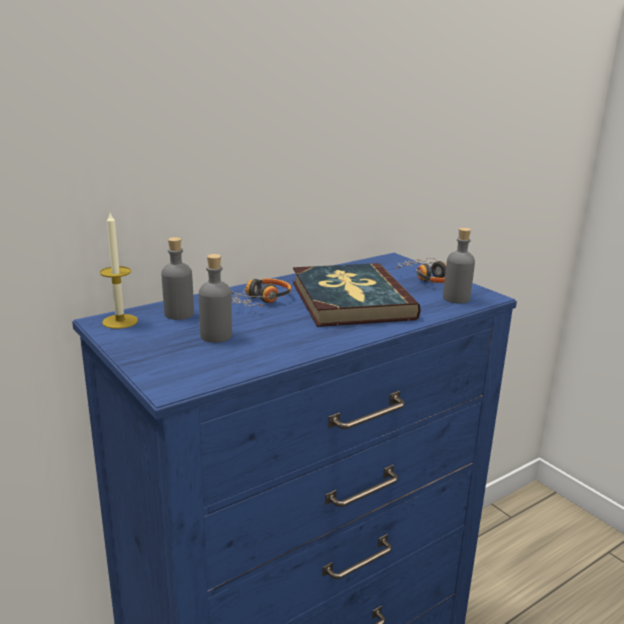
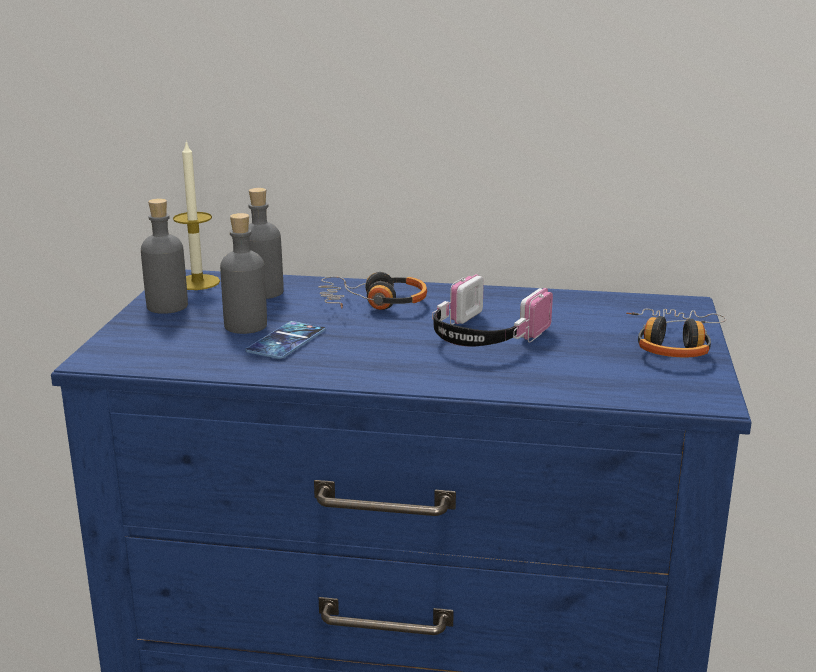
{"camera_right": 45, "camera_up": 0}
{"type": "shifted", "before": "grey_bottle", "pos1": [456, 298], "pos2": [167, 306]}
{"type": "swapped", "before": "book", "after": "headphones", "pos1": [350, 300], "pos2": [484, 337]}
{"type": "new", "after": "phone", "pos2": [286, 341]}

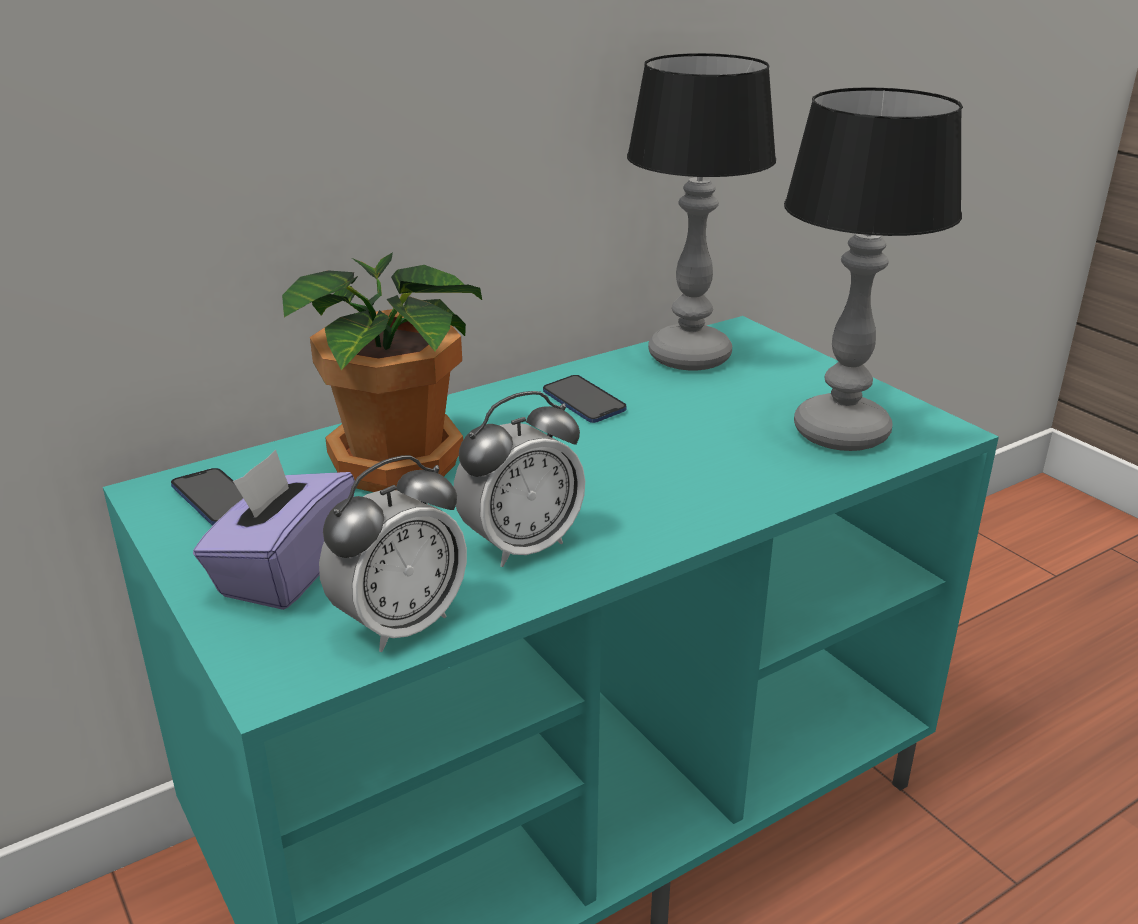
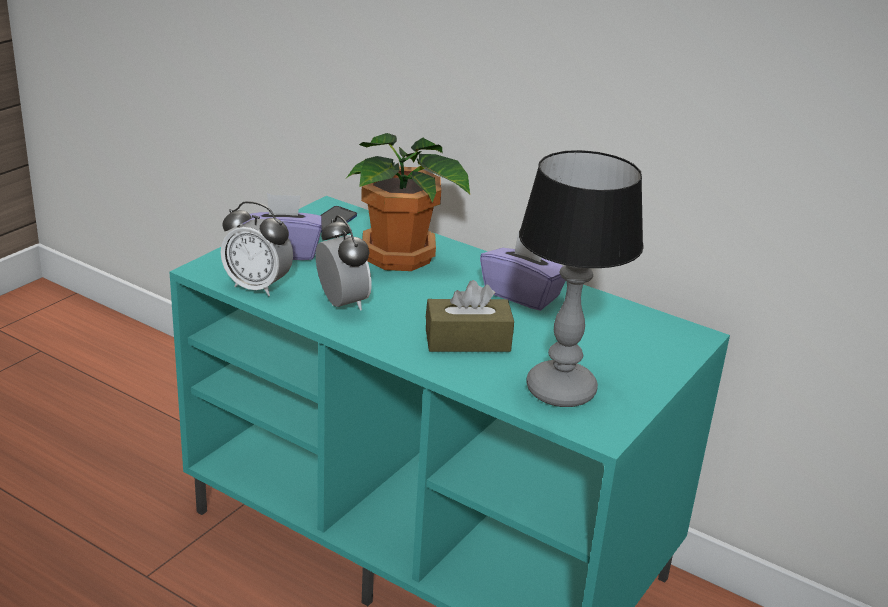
{"camera_right": 65, "camera_up": 0}
{"type": "gone", "before": "table_lamp", "pos1": [689, 356]}
{"type": "swapped", "before": "phone", "after": "purple_tissue_box", "pos1": [583, 401], "pos2": [522, 295]}
{"type": "rotated", "before": "alarm_clock", "pos1": [521, 546], "pos2": [342, 303], "turn": -150}
{"type": "new", "after": "brown_tissue_box", "pos2": [467, 340]}

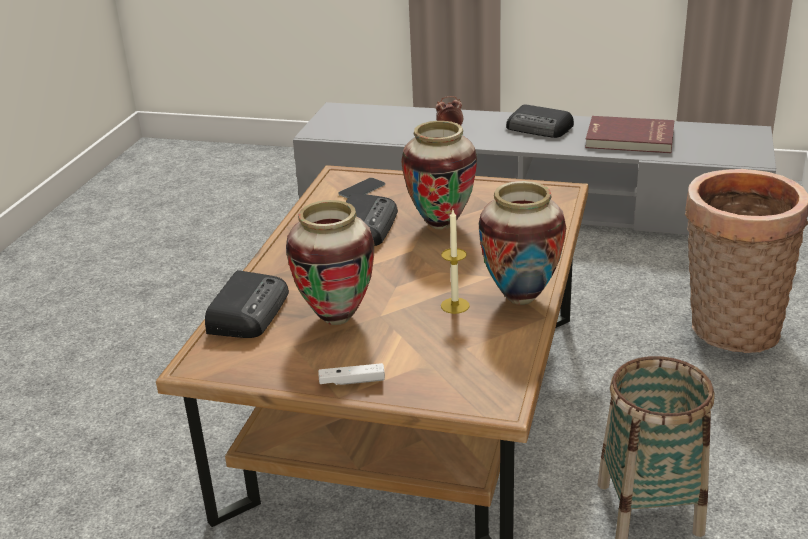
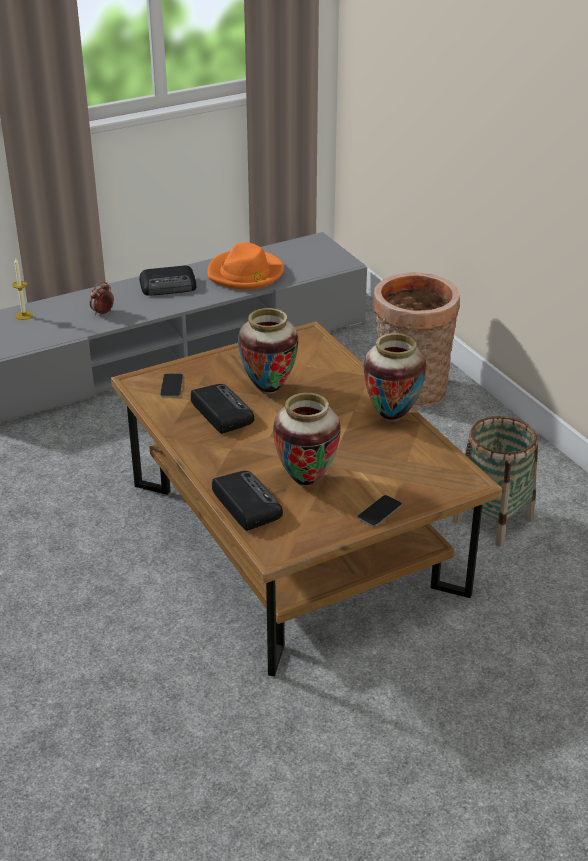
{"camera_right": -45, "camera_up": 5}
{"type": "swapped", "before": "red_book", "after": "orange_hat", "pos1": [629, 139], "pos2": [245, 273]}
{"type": "shifted", "before": "candle", "pos1": [455, 305], "pos2": [24, 315]}
{"type": "swapped", "before": "white_game_controller", "after": "phone", "pos1": [352, 381], "pos2": [379, 511]}

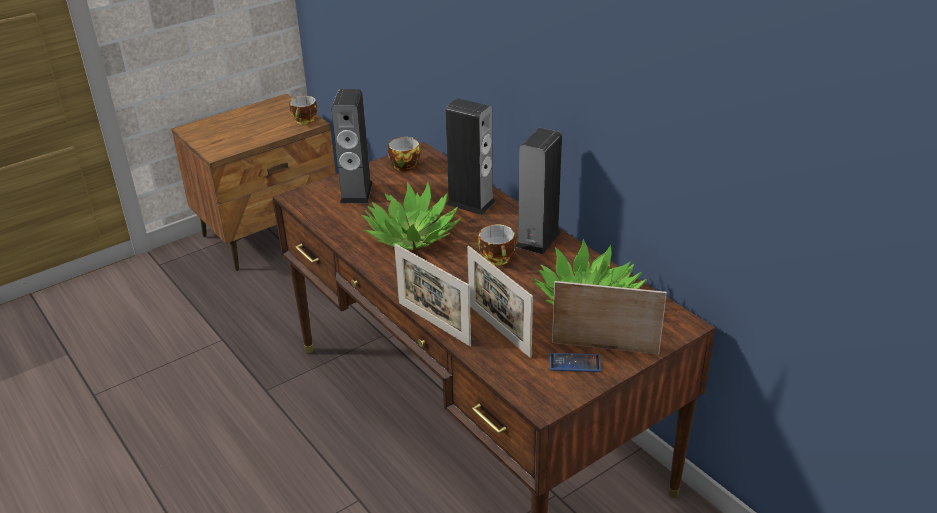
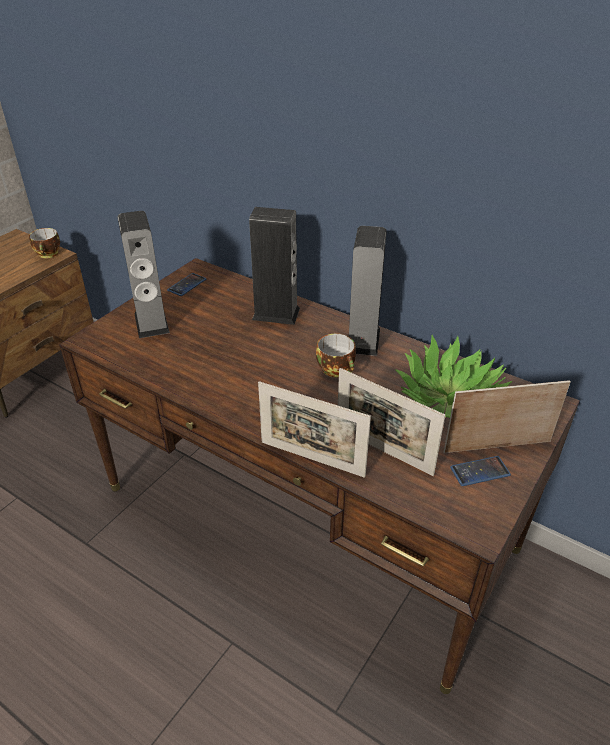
{"camera_right": -20, "camera_up": 5}
{"type": "swapped", "before": "cup", "after": "phone", "pos1": [403, 165], "pos2": [187, 285]}
{"type": "gone", "before": "potted_plant", "pos1": [411, 235]}

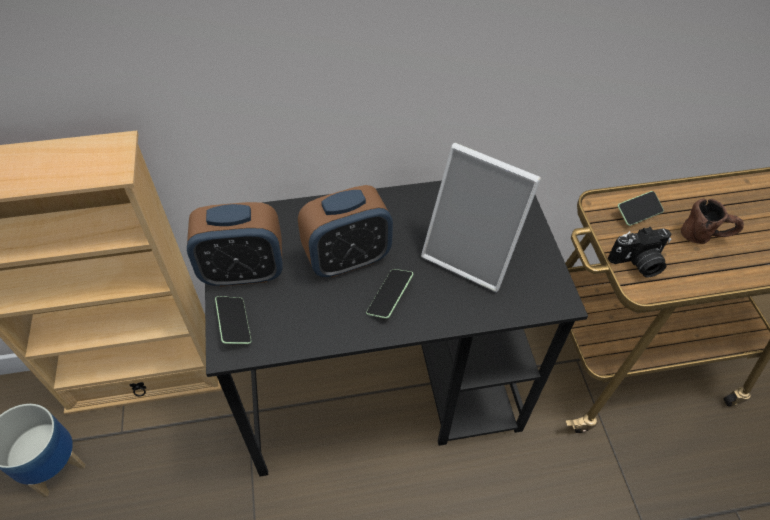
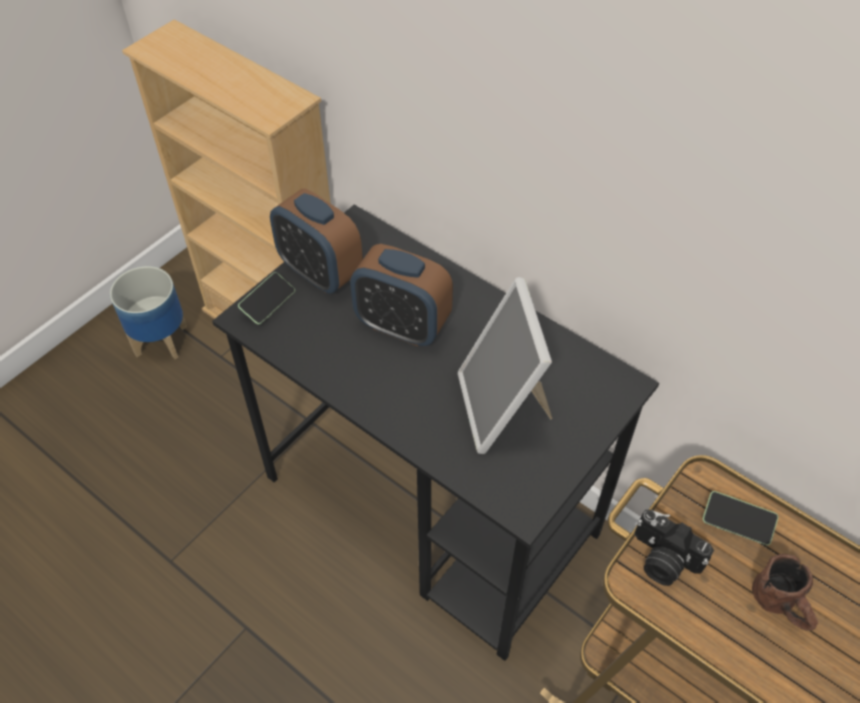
{"camera_right": 50, "camera_up": 0}
{"type": "gone", "before": "phone", "pos1": [389, 298]}

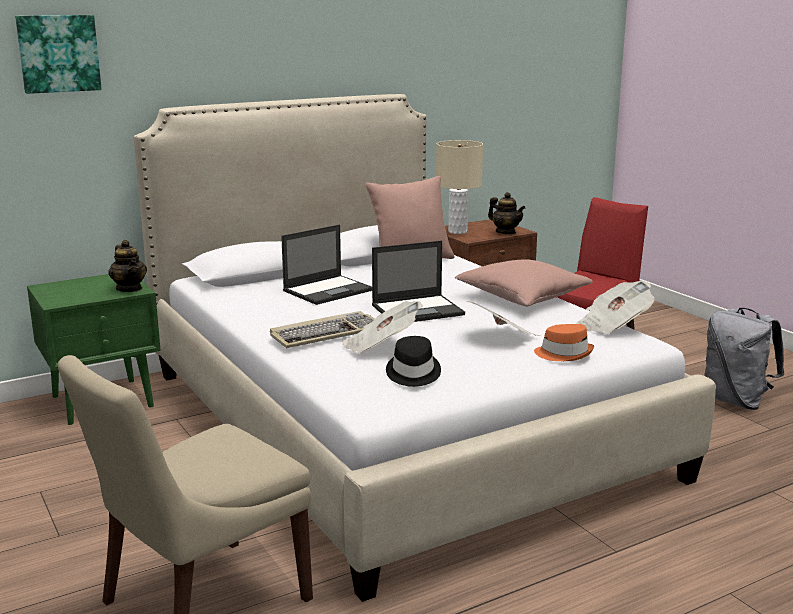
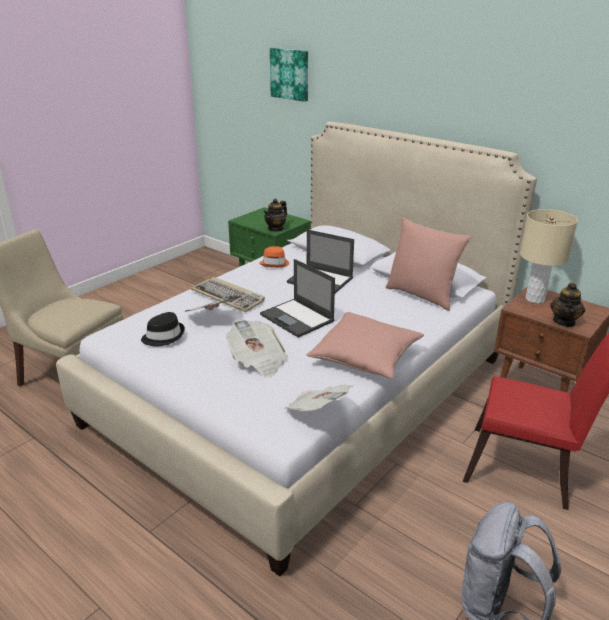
{"camera_right": 70, "camera_up": 10}
{"type": "shifted", "before": "orange_hat", "pos1": [564, 353], "pos2": [275, 263]}

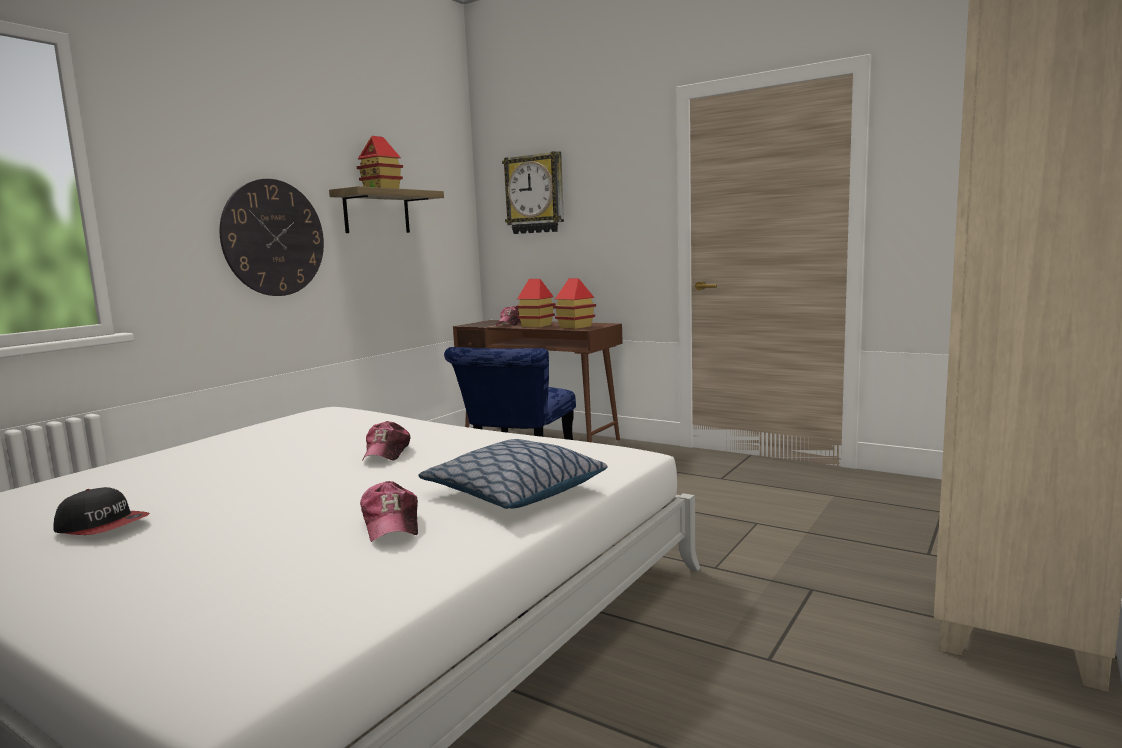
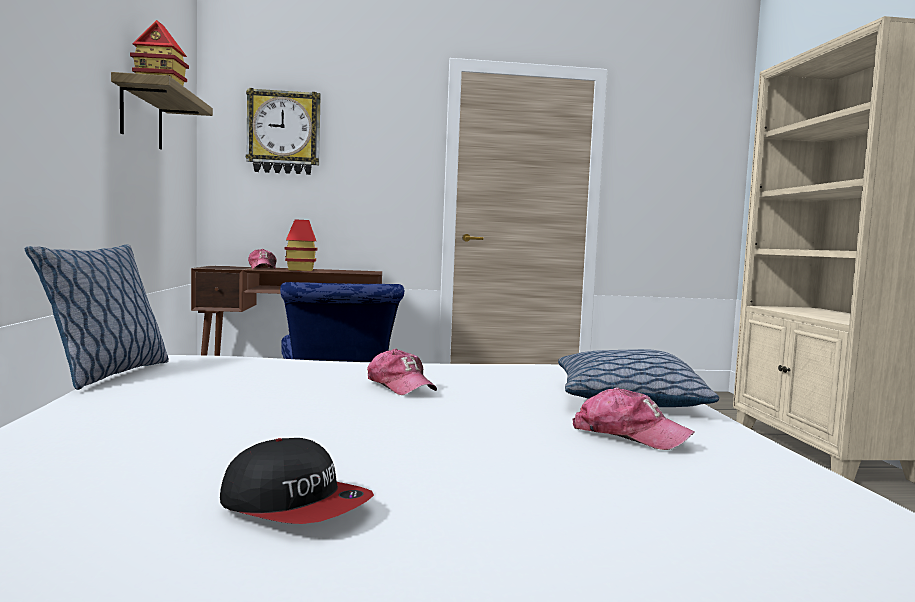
{"camera_right": -40, "camera_up": -5}
{"type": "gone", "before": "wall_clock", "pos1": [273, 238]}
{"type": "gone", "before": "toy_house", "pos1": [575, 327]}
{"type": "rotated", "before": "cap", "pos1": [102, 526], "pos2": [296, 504], "turn": 45}
{"type": "new", "after": "pillow", "pos2": [107, 374]}

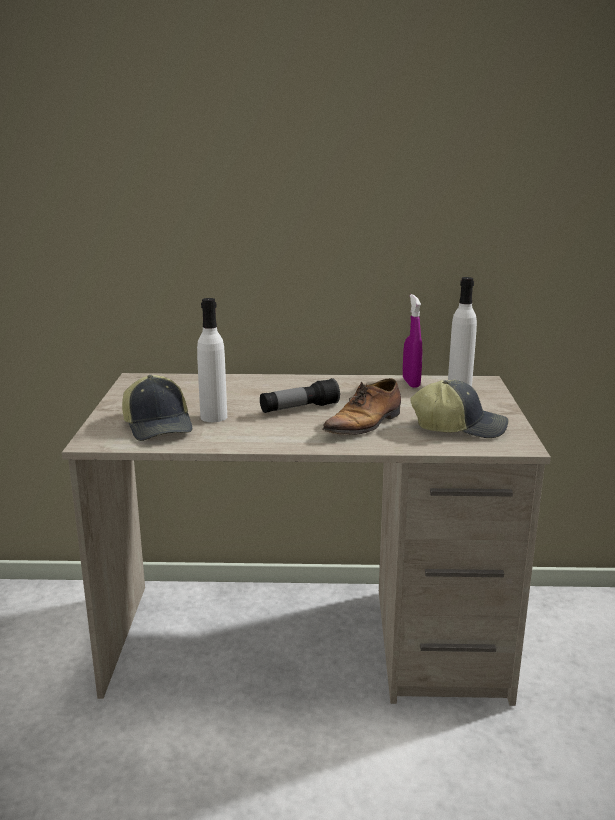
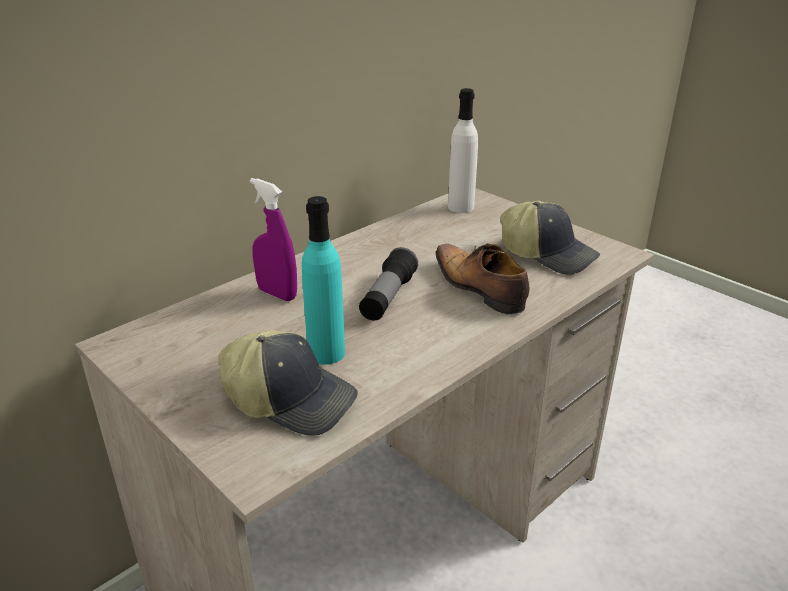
{"camera_right": -45, "camera_up": 10}
{"type": "shifted", "before": "purple_spray_bottle", "pos1": [411, 383], "pos2": [277, 294]}
{"type": "repainted", "before": "white_bottle", "after": "turquoise_bottle", "pos1": [213, 417], "pos2": [326, 353]}
{"type": "rotated", "before": "shoe", "pos1": [365, 424], "pos2": [478, 288], "turn": 150}
{"type": "rotated", "before": "cap", "pos1": [459, 427], "pos2": [548, 254], "turn": 75}

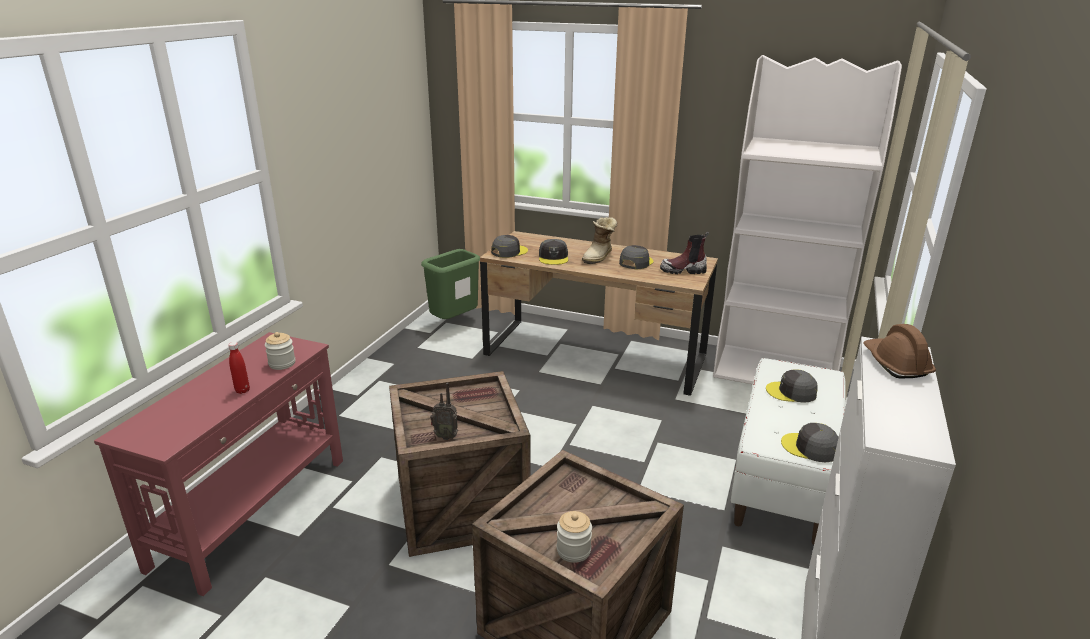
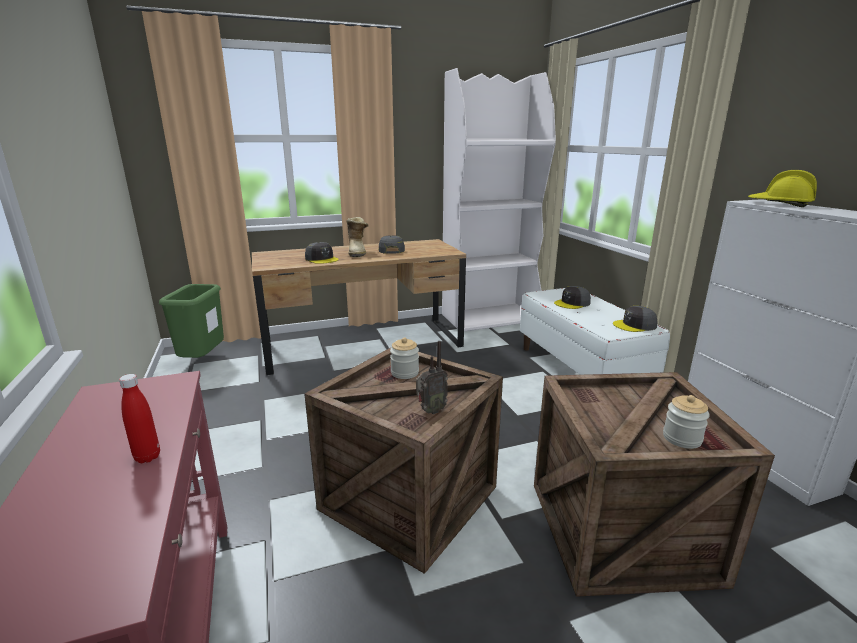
{"camera_right": -40, "camera_up": -5}
{"type": "gone", "before": "boot", "pos1": [683, 270]}
{"type": "gone", "before": "grey_cap", "pos1": [509, 251]}
{"type": "repainted", "before": "brown_hard_hat", "after": "yellow_hard_hat", "pos1": [895, 364], "pos2": [779, 204]}
{"type": "shifted", "before": "jar", "pos1": [282, 363], "pos2": [405, 373]}

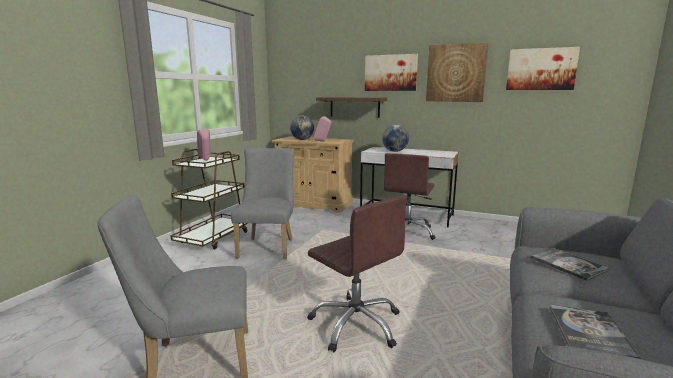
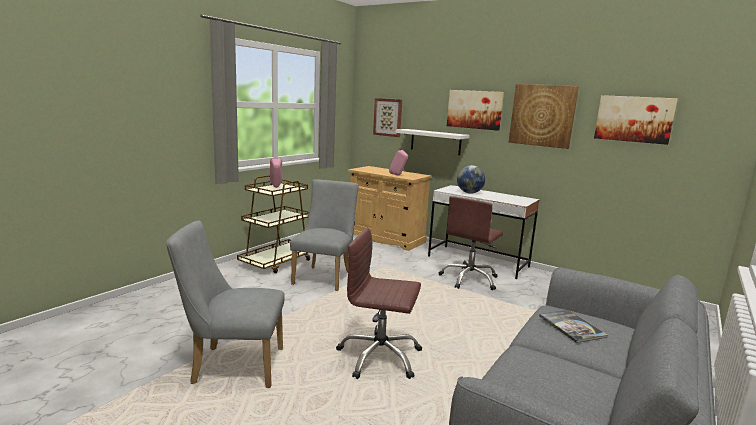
{"camera_right": 10, "camera_up": 0}
{"type": "repainted", "before": "brown_shelf", "after": "white_shelf", "pos1": [354, 107], "pos2": [435, 142]}
{"type": "gone", "before": "globe", "pos1": [302, 139]}
{"type": "rotated", "before": "brown_office_chair", "pos1": [356, 324], "pos2": [379, 357], "turn": 135}
{"type": "gone", "before": "book", "pos1": [589, 332]}
{"type": "new", "after": "picture", "pos2": [388, 117]}

